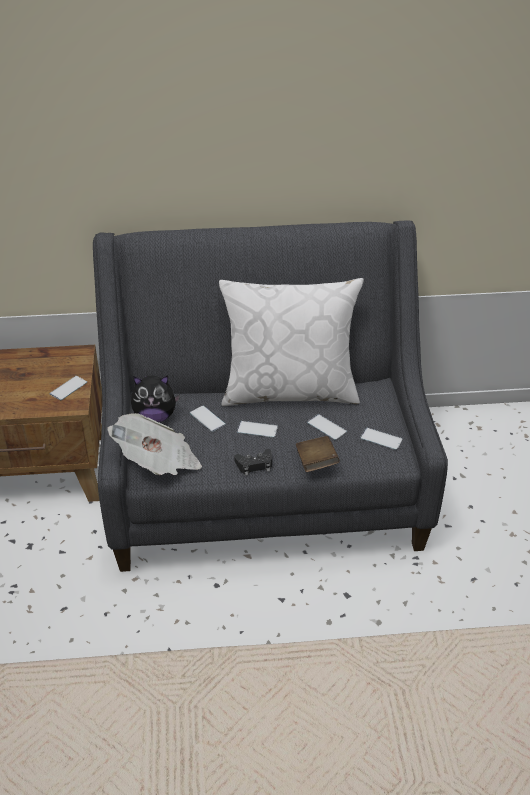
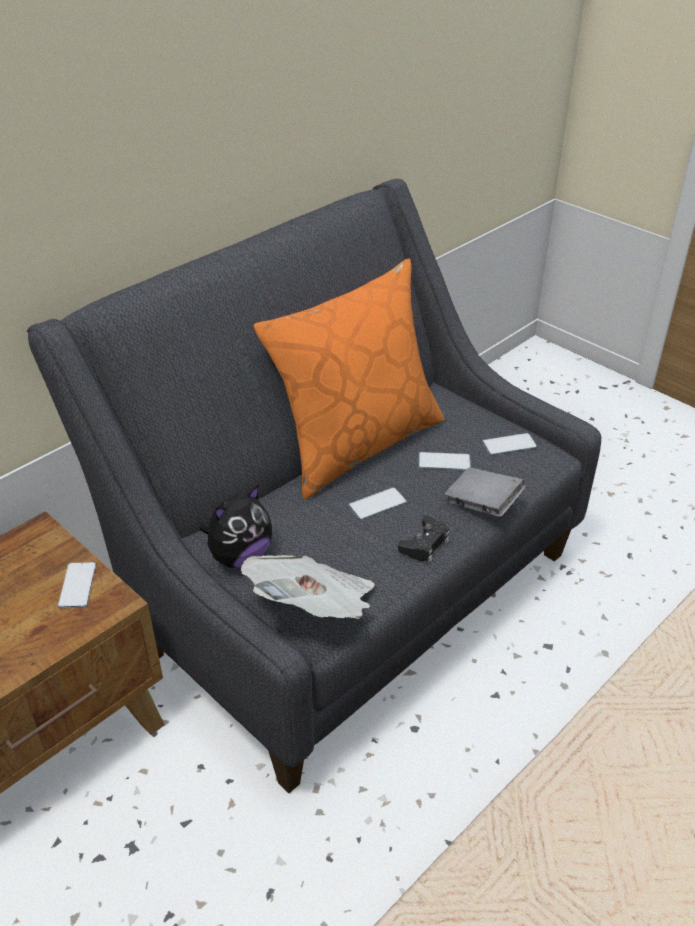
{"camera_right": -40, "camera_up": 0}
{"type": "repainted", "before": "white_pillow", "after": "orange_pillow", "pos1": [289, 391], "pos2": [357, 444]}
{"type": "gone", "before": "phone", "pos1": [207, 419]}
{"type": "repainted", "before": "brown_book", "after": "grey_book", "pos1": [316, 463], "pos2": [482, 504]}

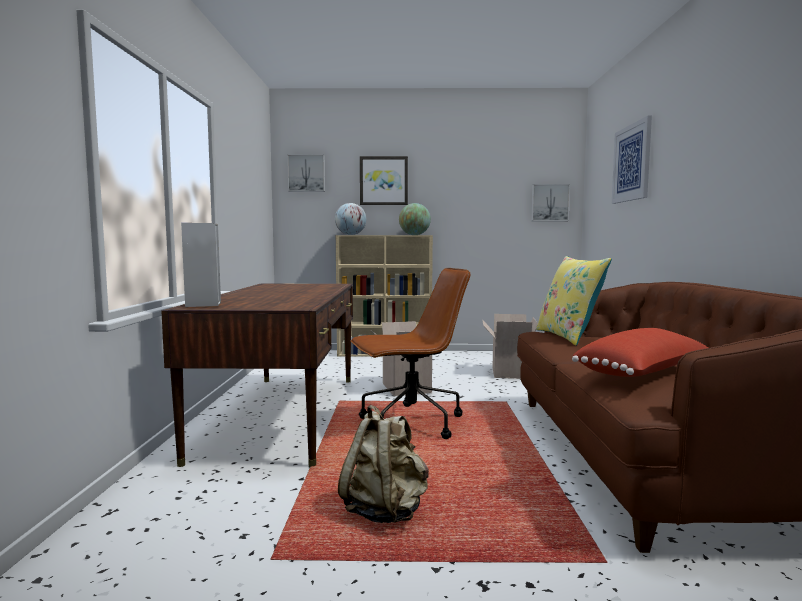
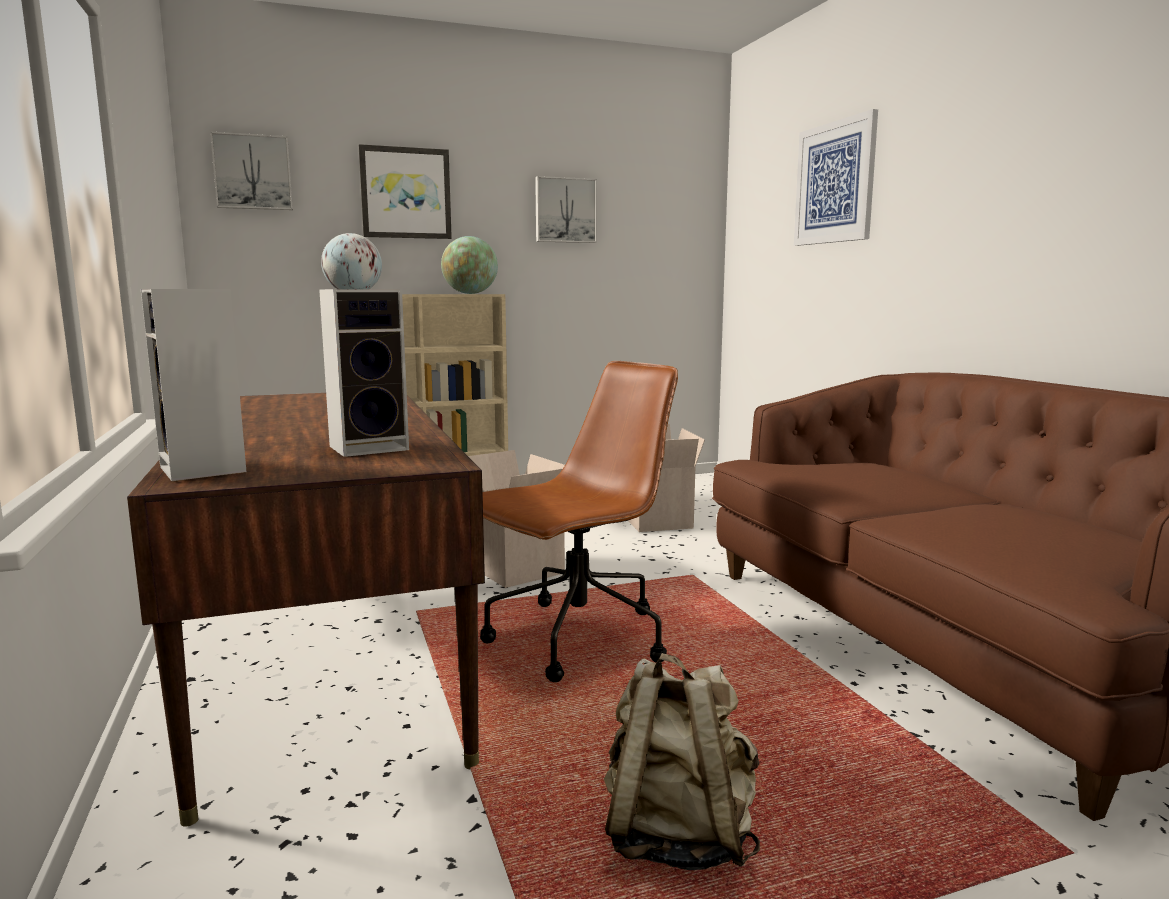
{"camera_right": -20, "camera_up": 5}
{"type": "shifted", "before": "picture", "pos1": [549, 202], "pos2": [565, 210]}
{"type": "gone", "before": "yellow_pillow", "pos1": [568, 337]}
{"type": "gone", "before": "red_pillow", "pos1": [643, 373]}
{"type": "new", "after": "speaker", "pos2": [371, 447]}

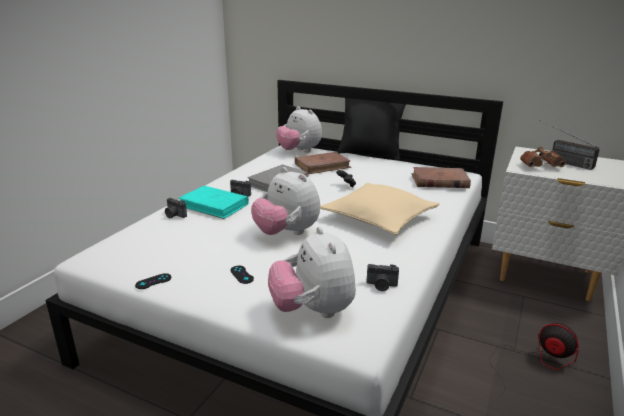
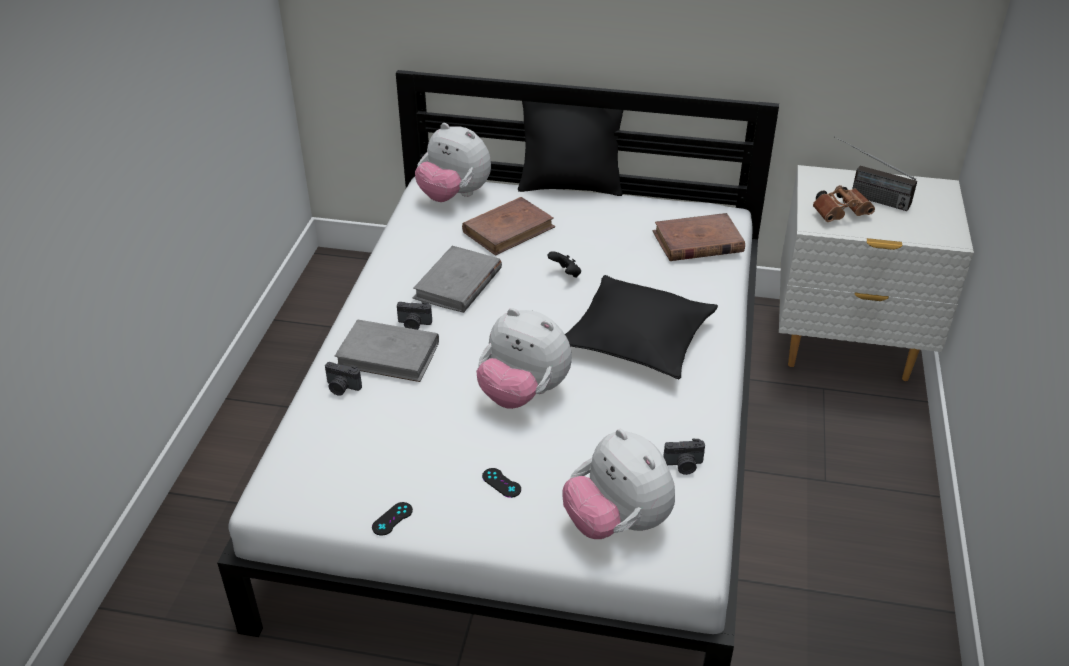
{"camera_right": -15, "camera_up": 15}
{"type": "repainted", "before": "beige_pillow", "after": "black_pillow", "pos1": [379, 218], "pos2": [638, 339]}
{"type": "repainted", "before": "turquoise_book", "after": "grey_book", "pos1": [214, 205], "pos2": [389, 355]}
{"type": "gone", "before": "fan", "pos1": [535, 361]}

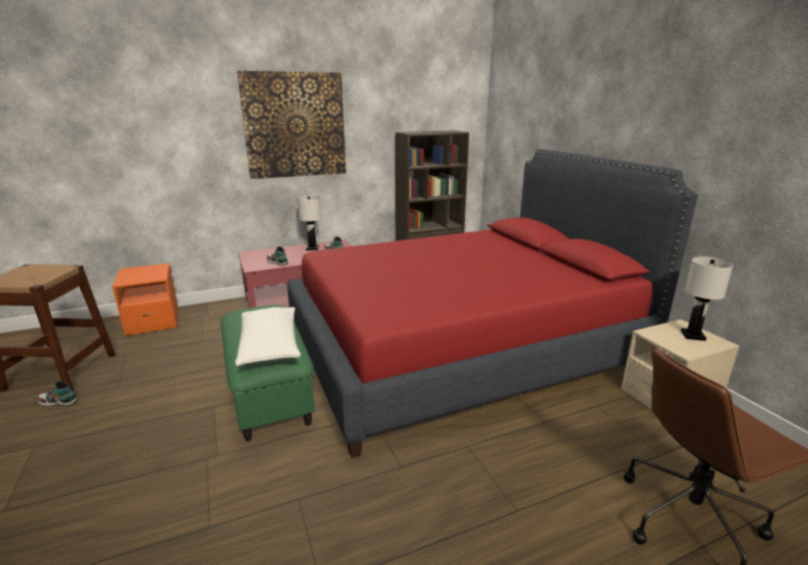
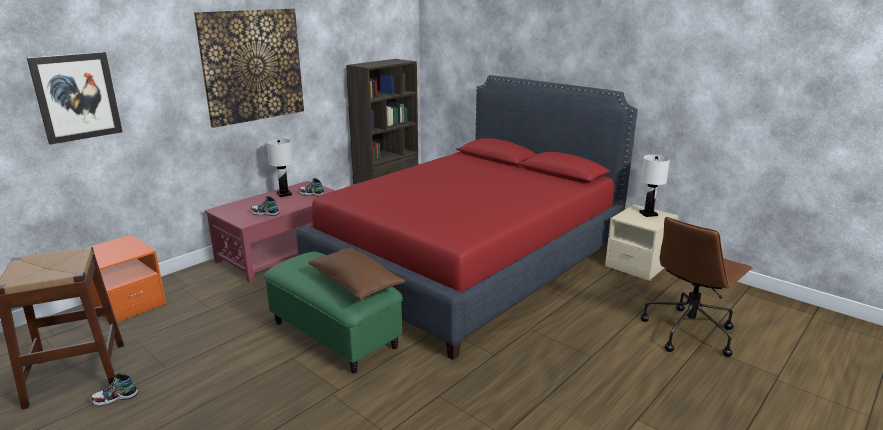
{"camera_right": -25, "camera_up": 0}
{"type": "repainted", "before": "white_pillow", "after": "brown_pillow", "pos1": [270, 347], "pos2": [356, 284]}
{"type": "new", "after": "picture", "pos2": [77, 97]}

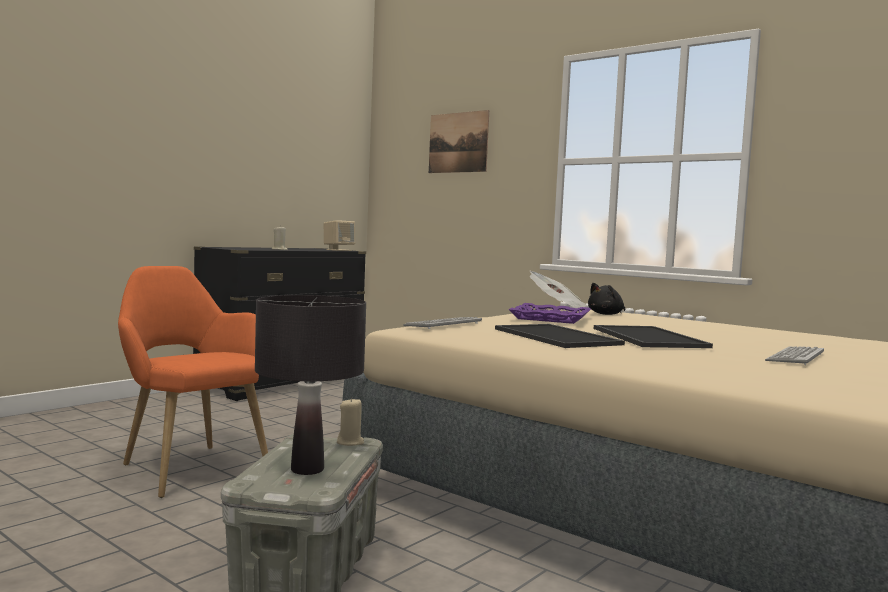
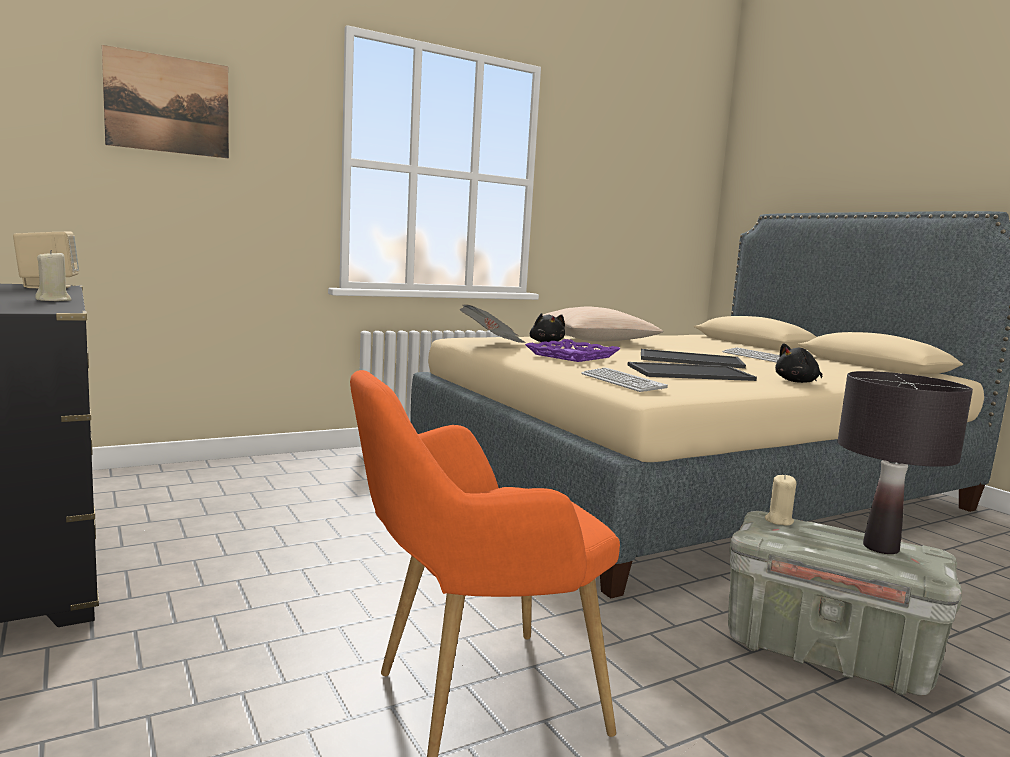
{"camera_right": -70, "camera_up": 5}
{"type": "new", "after": "beige_pillow", "pos2": [596, 340]}
{"type": "new", "after": "black_plush_toy", "pos2": [798, 382]}

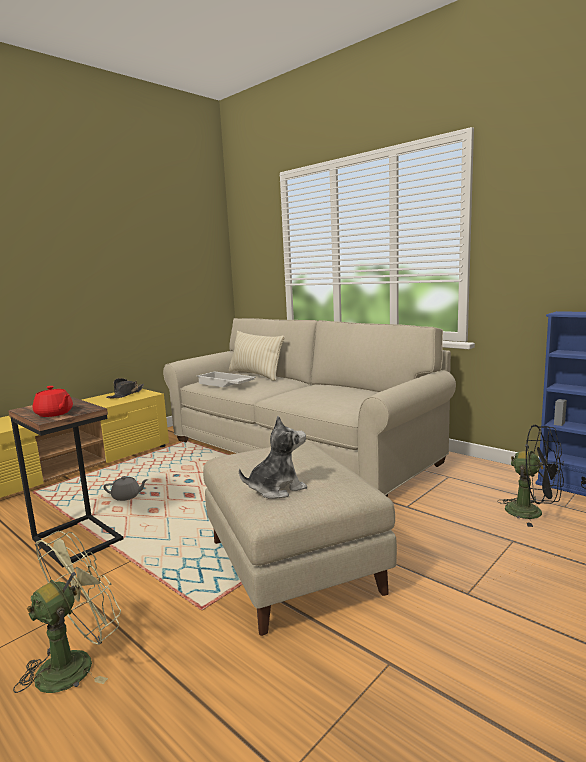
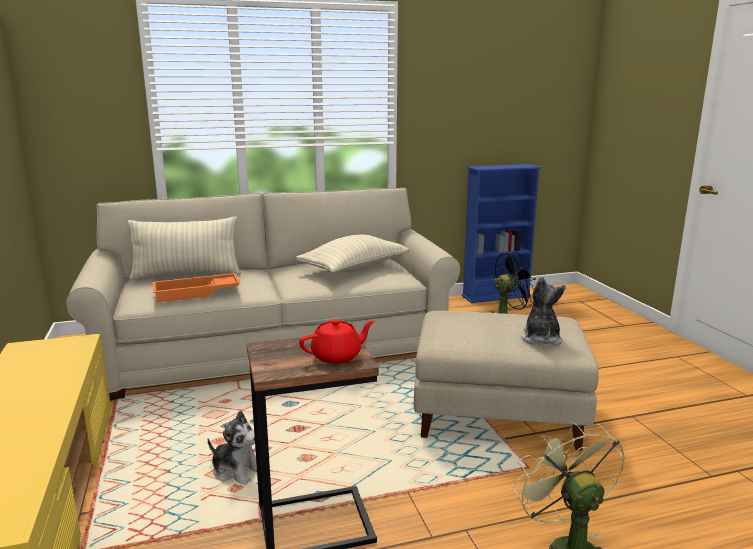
{"camera_right": -60, "camera_up": 5}
{"type": "repainted", "before": "white_tray", "after": "orange_tray", "pos1": [225, 384], "pos2": [196, 293]}
{"type": "gone", "before": "black_hat", "pos1": [126, 394]}
{"type": "swapped", "before": "grey_teapot", "after": "plush_toy", "pos1": [127, 497], "pos2": [237, 470]}
{"type": "new", "after": "beige_pillow", "pos2": [354, 269]}

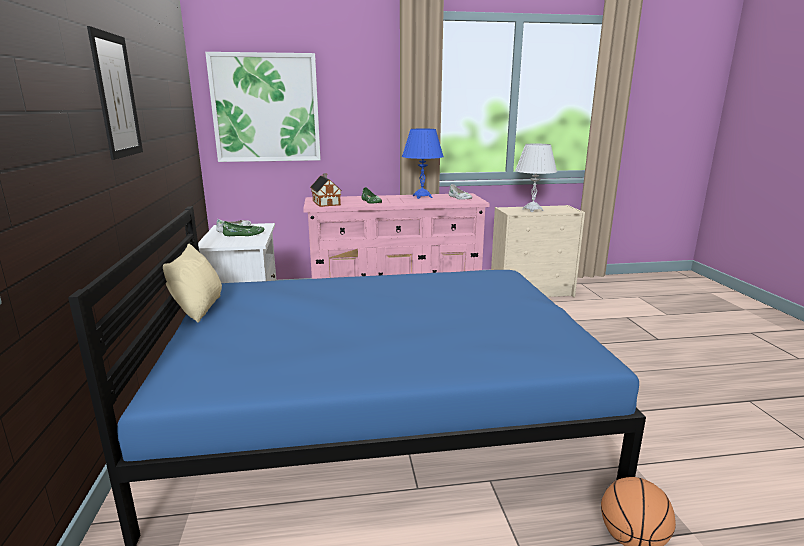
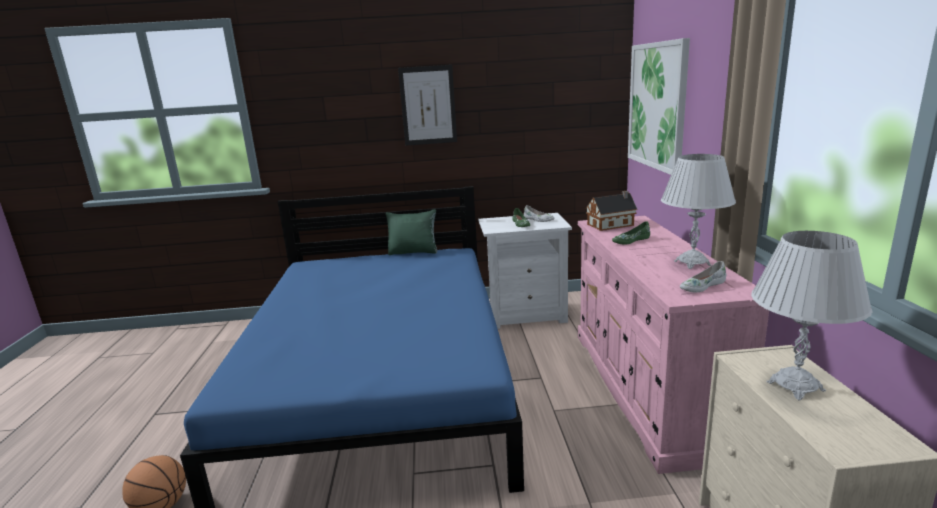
{"camera_right": 95, "camera_up": 0}
{"type": "repainted", "before": "blue_table_lamp", "after": "white_table_lamp", "pos1": [422, 197], "pos2": [692, 263]}
{"type": "repainted", "before": "beige_pillow", "after": "green_pillow", "pos1": [198, 309], "pos2": [413, 252]}

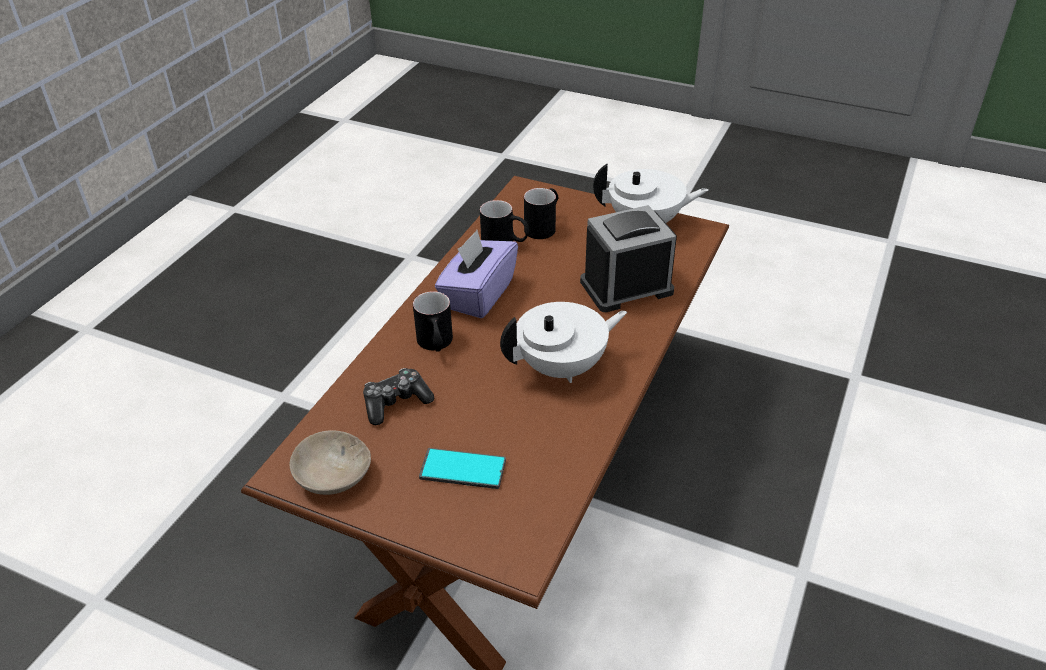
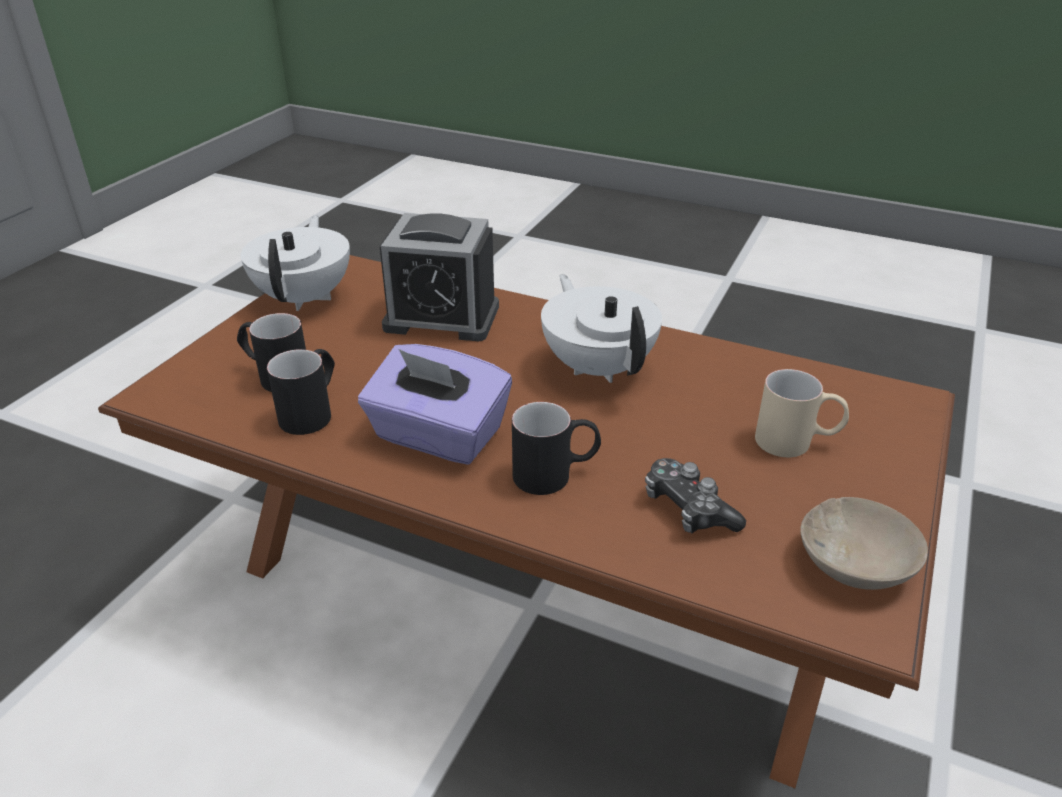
{"camera_right": -90, "camera_up": -5}
{"type": "rotated", "before": "alarm_clock", "pos1": [626, 287], "pos2": [441, 317], "turn": -60}
{"type": "swapped", "before": "phone", "after": "beige_mug", "pos1": [462, 469], "pos2": [797, 442]}

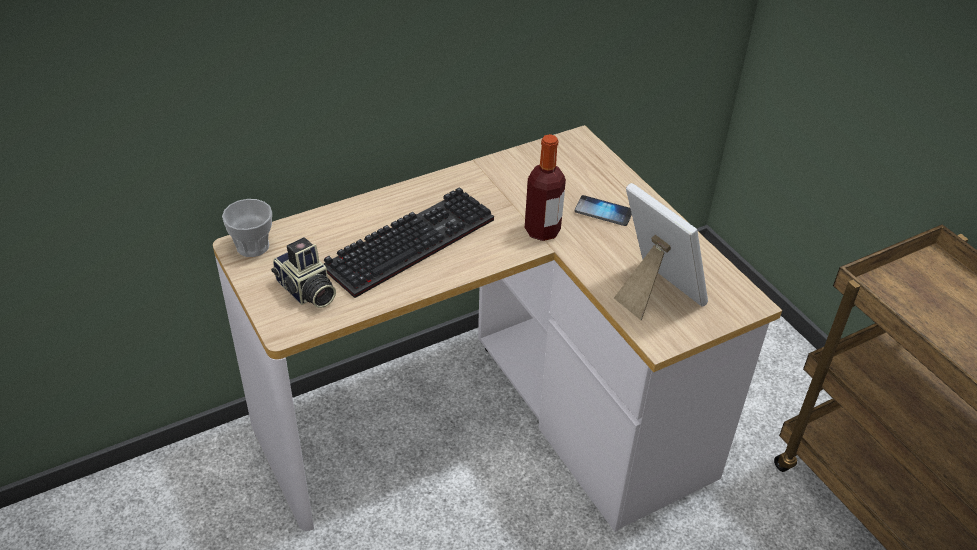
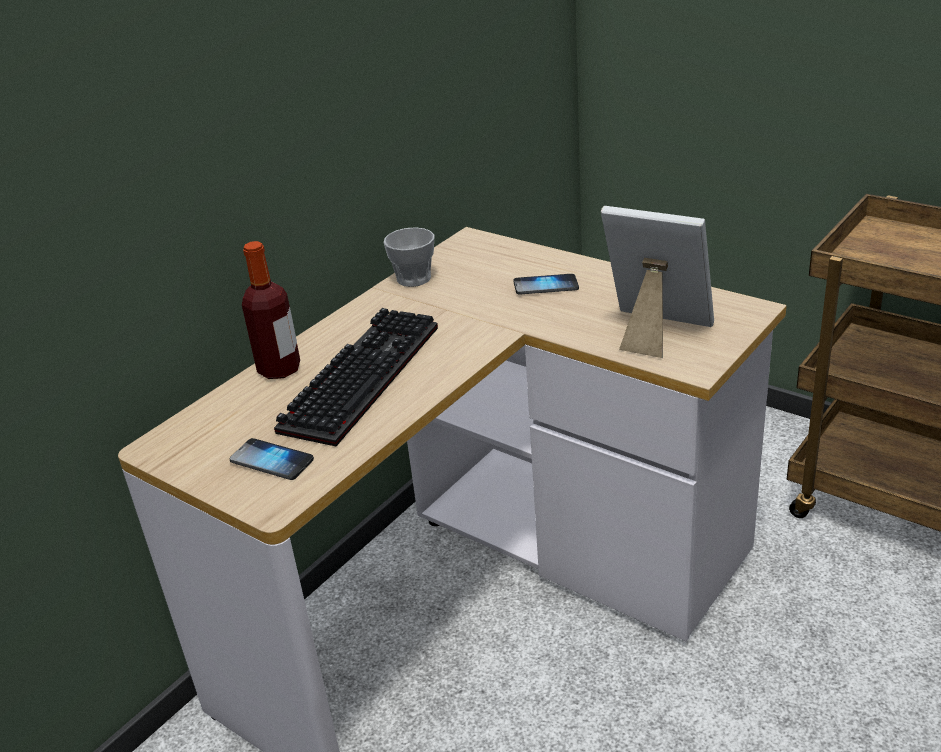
{"camera_right": -20, "camera_up": -10}
{"type": "shifted", "before": "bottle", "pos1": [542, 231], "pos2": [279, 369]}
{"type": "shifted", "before": "cup", "pos1": [252, 246], "pos2": [414, 278]}
{"type": "swapped", "before": "photo_camera", "after": "phone", "pos1": [306, 291], "pos2": [272, 461]}

